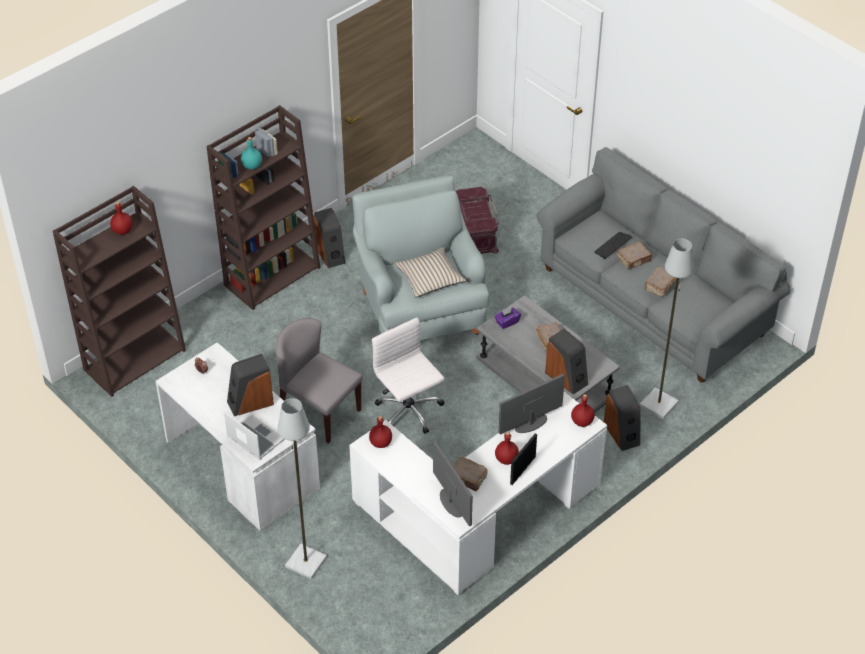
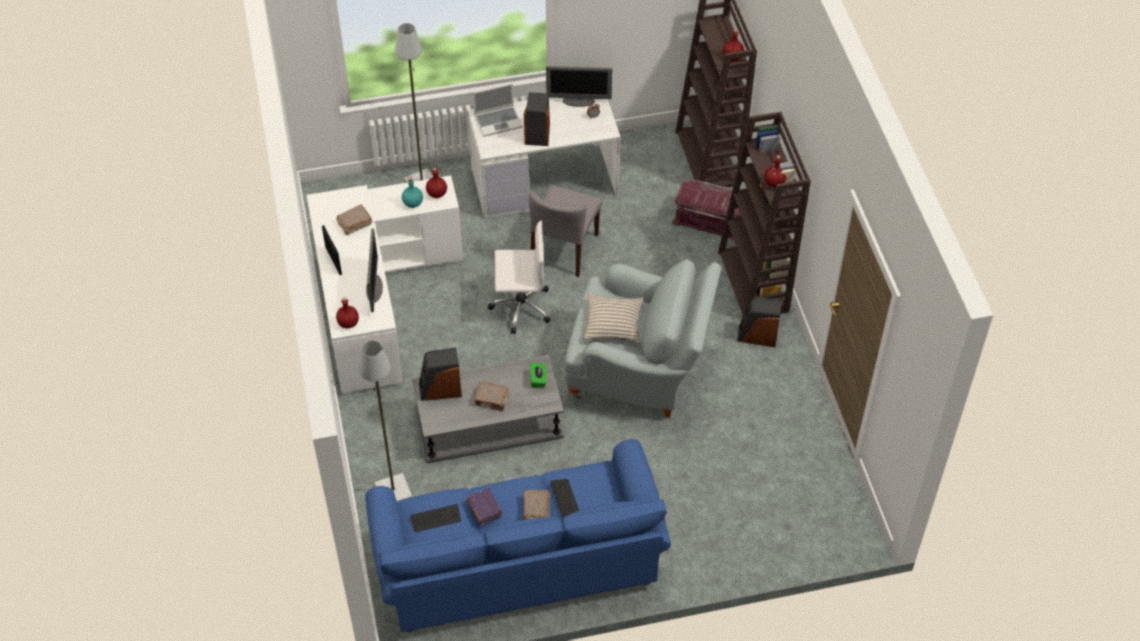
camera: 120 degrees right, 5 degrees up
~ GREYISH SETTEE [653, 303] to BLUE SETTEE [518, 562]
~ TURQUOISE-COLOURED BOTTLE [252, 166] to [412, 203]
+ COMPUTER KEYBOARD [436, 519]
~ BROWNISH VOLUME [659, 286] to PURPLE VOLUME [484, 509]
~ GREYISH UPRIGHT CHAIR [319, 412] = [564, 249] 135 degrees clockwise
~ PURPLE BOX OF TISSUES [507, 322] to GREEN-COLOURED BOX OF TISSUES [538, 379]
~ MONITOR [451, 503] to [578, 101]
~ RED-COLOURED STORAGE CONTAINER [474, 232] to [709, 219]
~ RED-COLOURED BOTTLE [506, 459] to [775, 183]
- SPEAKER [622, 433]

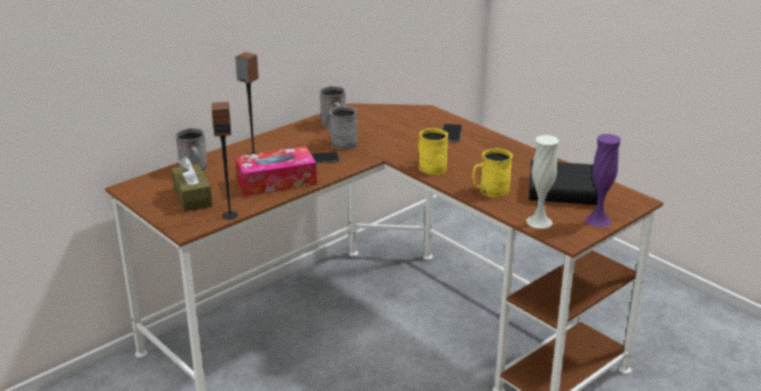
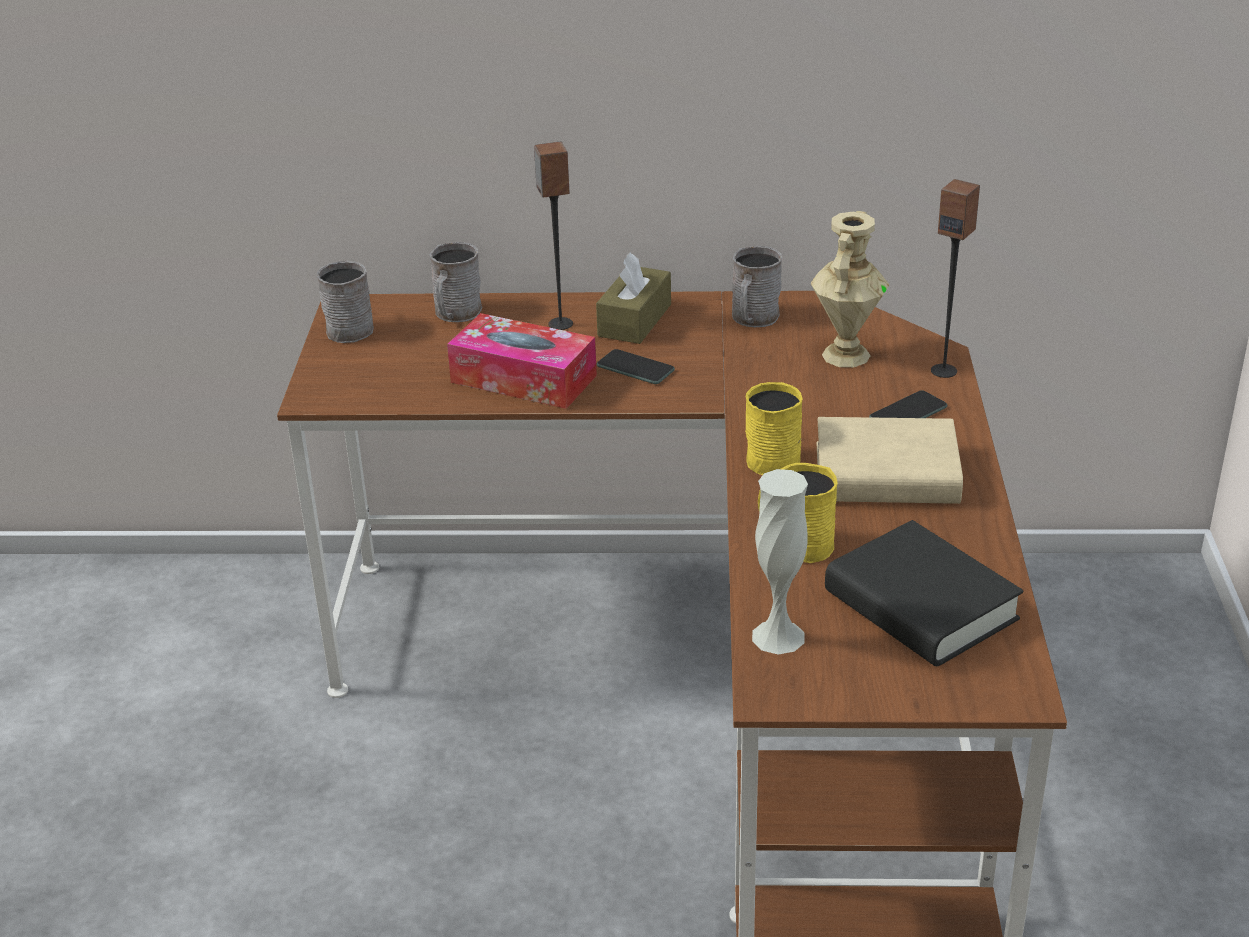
camera: 45 degrees right, 5 degrees up
~ GREYISH TEA MUG [341, 143] to [349, 327]
~ BROWNISH BOX OF TISSUES [192, 197] to [634, 320]
+ BEIGE FLOWER VASE [845, 354]
+ BEIGE VOLUME [886, 474]
~ SPEAKER [230, 215] to [944, 371]
- PURPLE FLOWER VASE [598, 220]

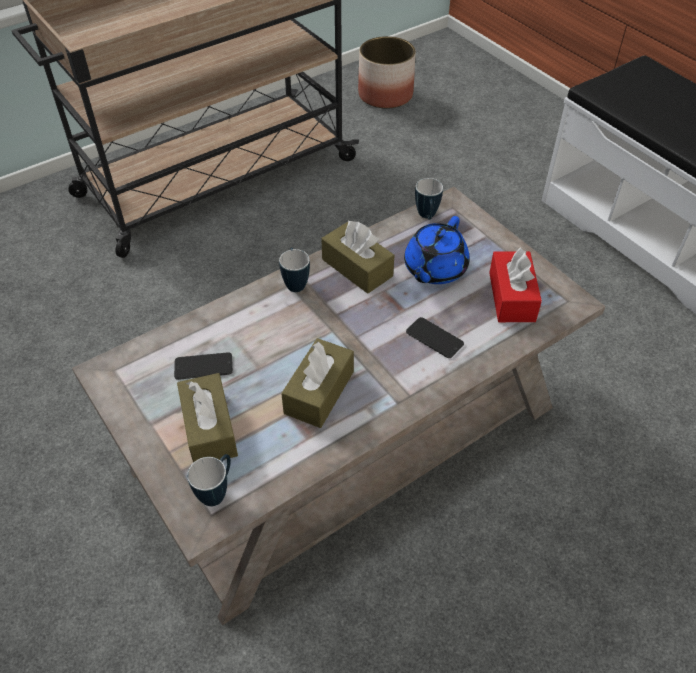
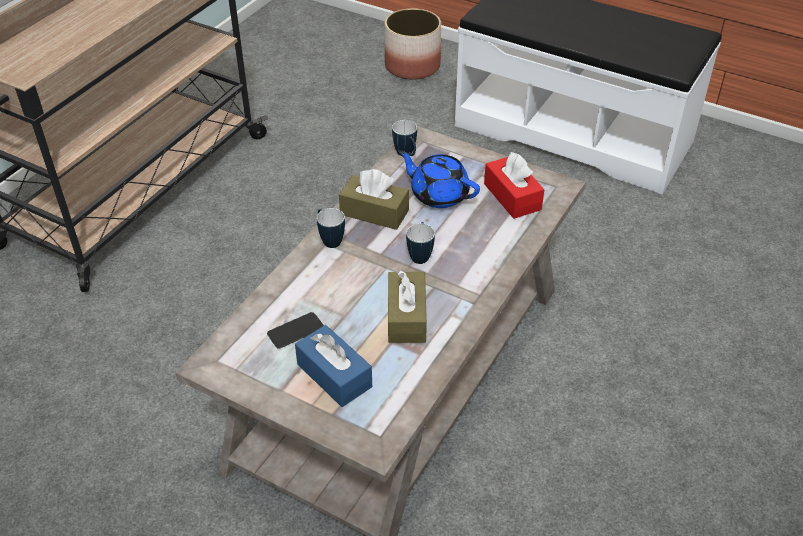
camera: 25 degrees left, 5 degrees down
~ BROWNISH BOX OF TISSUES [209, 428] to BLUE BOX OF TISSUES [334, 375]
~ PLANTER [385, 95] to [412, 66]
~ BLUE POT FOR TEA [434, 269] = [438, 194] 120 degrees clockwise
~ TEA MUG [217, 491] to [420, 255]
- PHONE [434, 338]

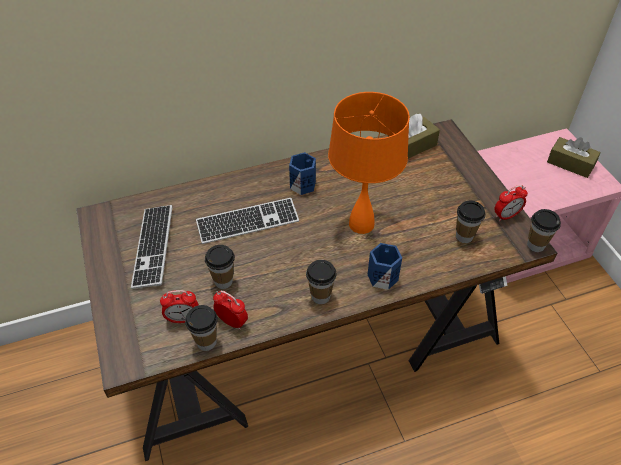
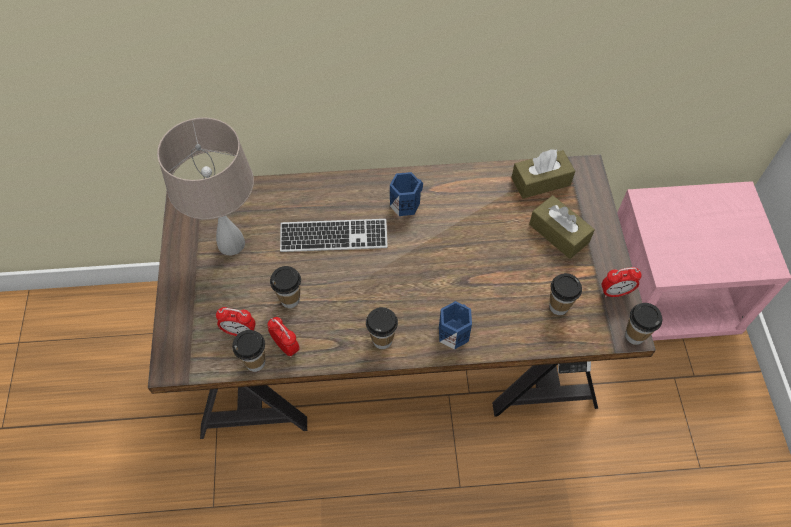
camera: 15 degrees right, 10 degrees up
~ COMPUTER KEYBOARD [153, 247] to BEIGE TABLETOP LAMP [231, 244]
~ BROWNISH BOX OF TISSUES [570, 164] to [559, 233]
- ORANGEY TABLETOP LAMP [361, 224]

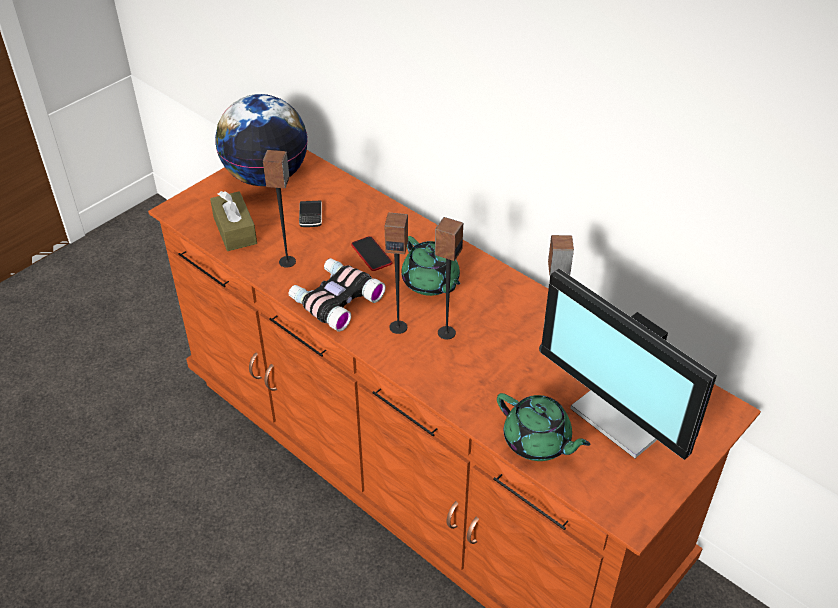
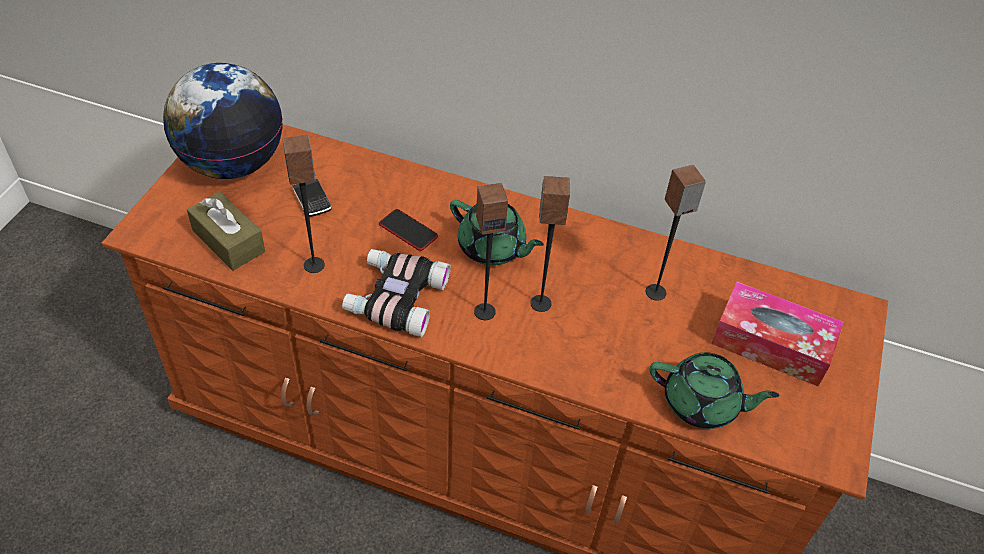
camera: 25 degrees left, 5 degrees up
~ MONITOR [627, 415] to BOX OF TISSUES [771, 344]

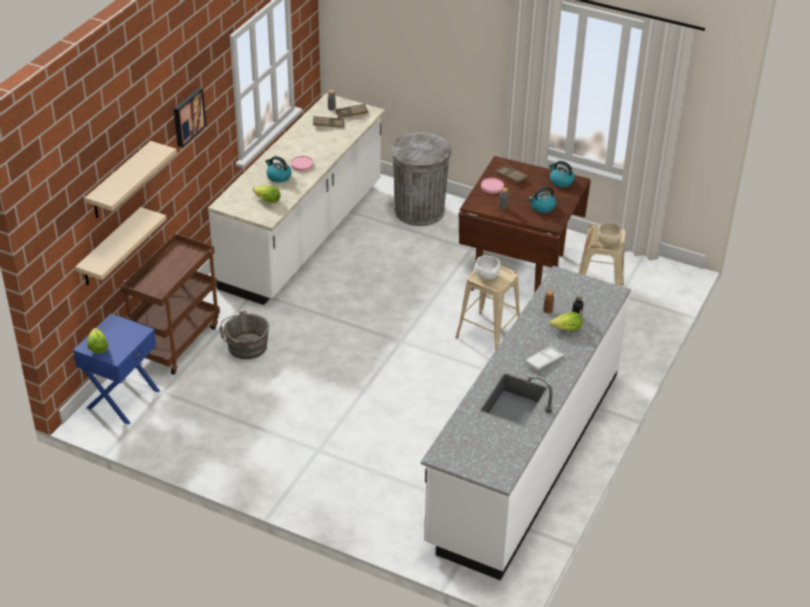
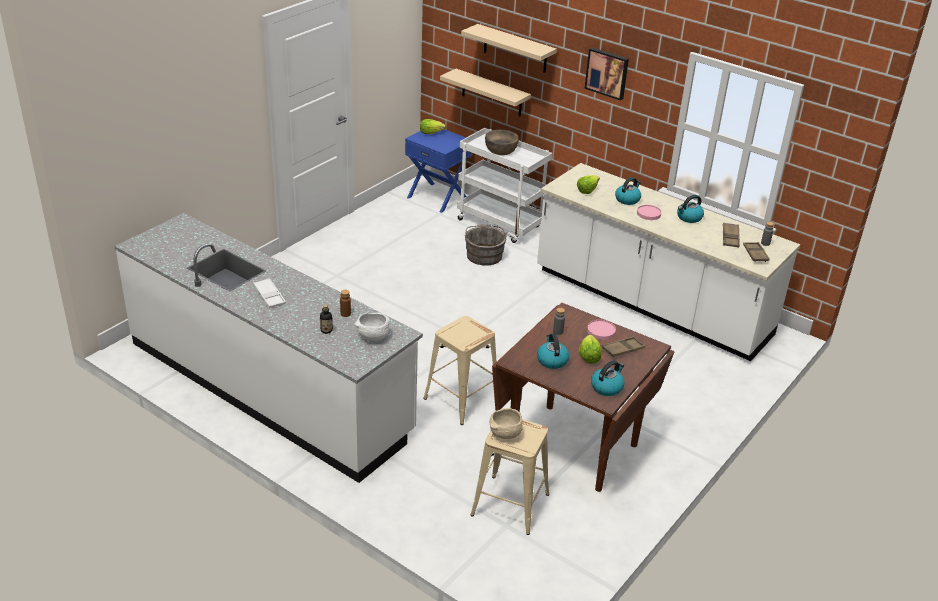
camera: 100 degrees right, 5 degrees down
~ WHITE-COLOURED SERVING BOWL [487, 276] to [372, 337]
~ BROWNISH WHEELED CART [176, 341] to WHITE-COLOURED WHEELED CART [501, 224]
+ BROWNISH SERVING BOWL [501, 149]
~ LETTUCE HEAD [567, 329] to [588, 356]
+ TEA KETTLE [689, 218]
- GREYISH TRASH CAN [420, 211]

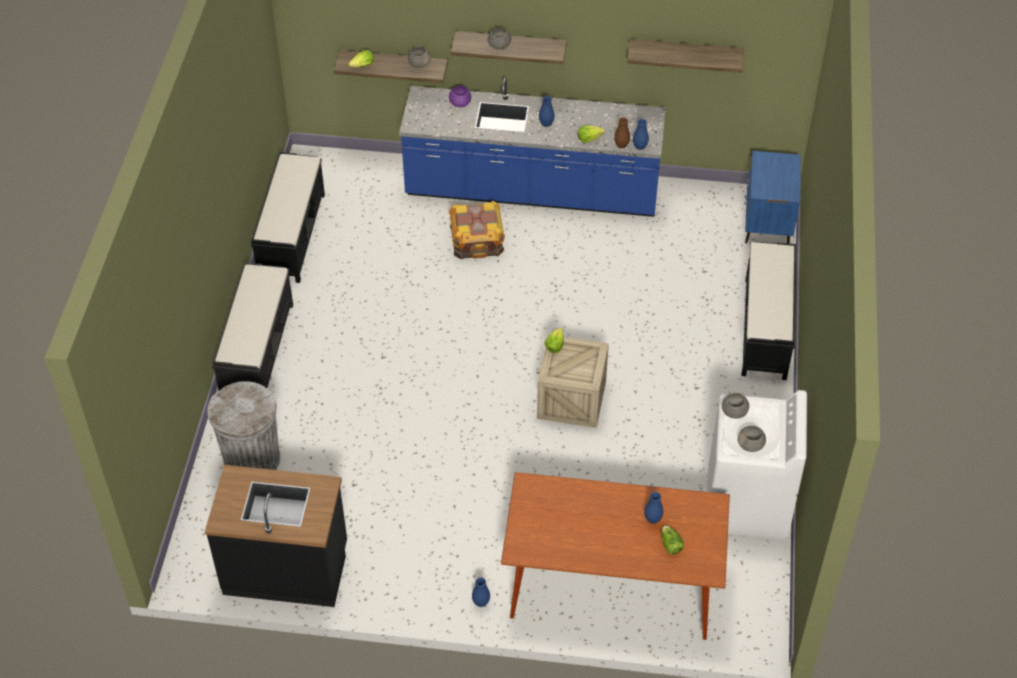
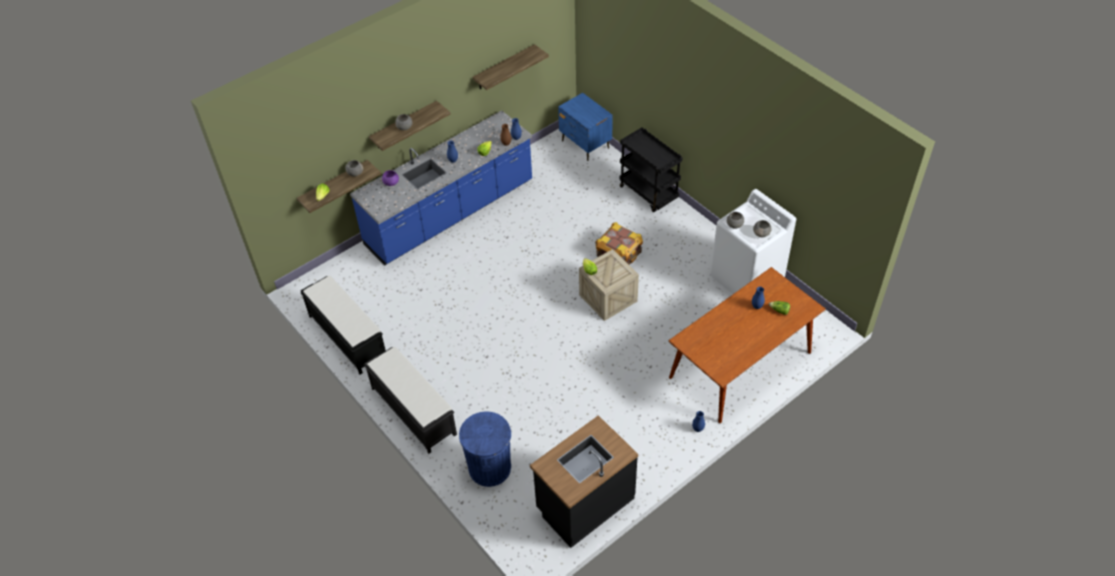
camera: 45 degrees left, 0 degrees up
~ GREYISH TRASH CAN [252, 459] to BLUE TRASH CAN [490, 467]
~ SHIPPING CRATE [476, 240] to [618, 253]
~ BLACK-COLOURED BENCH [765, 329] to BLACK-COLOURED WHEELED CART [649, 193]

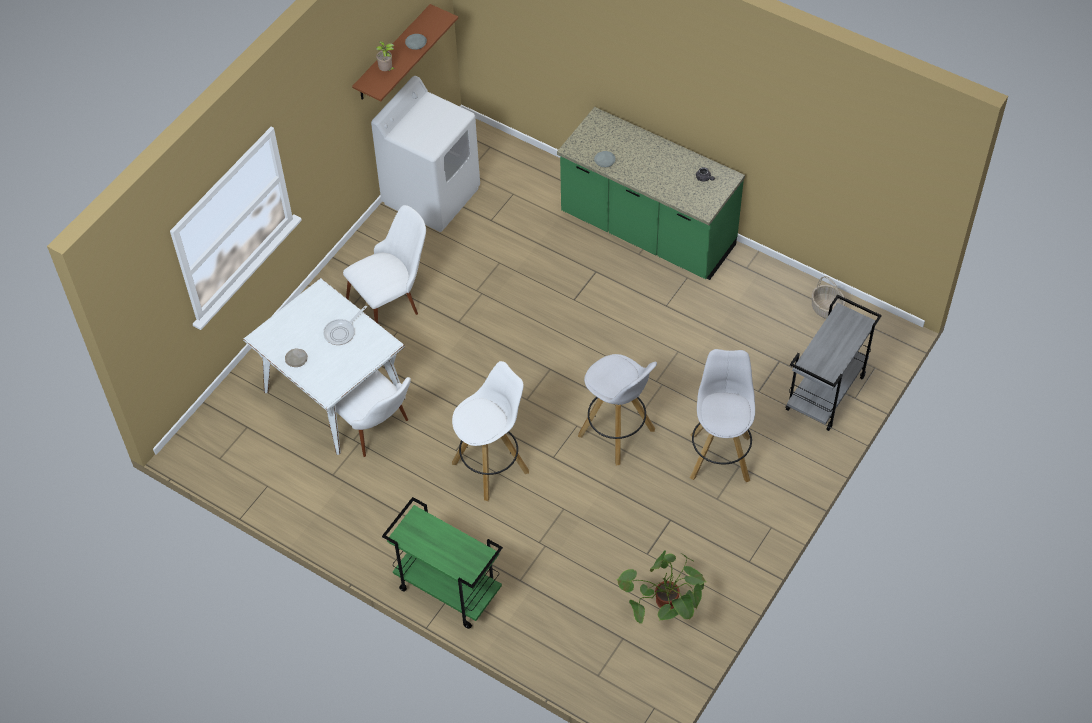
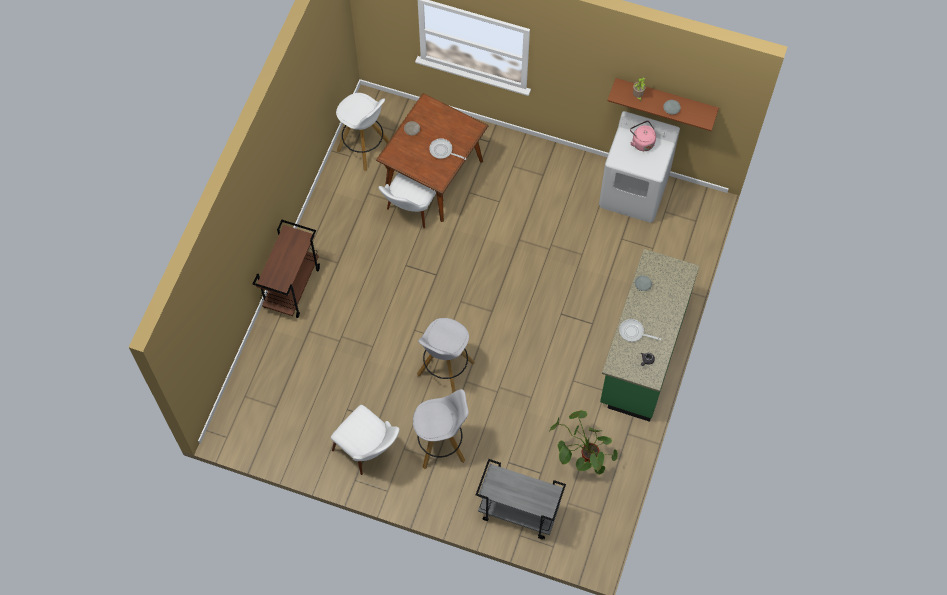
camera: 75 degrees right, 10 degrees up
~ GREEN-COLOURED WHEELED CART [447, 590] to BROWNISH WHEELED CART [292, 287]
~ WHITE-COLOURED UPRIGHT CHAIR [392, 301] to [370, 452]
~ WHITE-COLOURED SITTING STOOL [491, 466] to [365, 147]
~ WHITE-COLOURED DINING TABLE [335, 395] to BROWNISH DINING TABLE [434, 176]
~ PLANT IN A POT [664, 611] to [581, 456]
+ SKILLET [633, 332]
+ PINK-COLOURED TEA KETTLE [642, 142]
- STORAGE BASKET [827, 308]

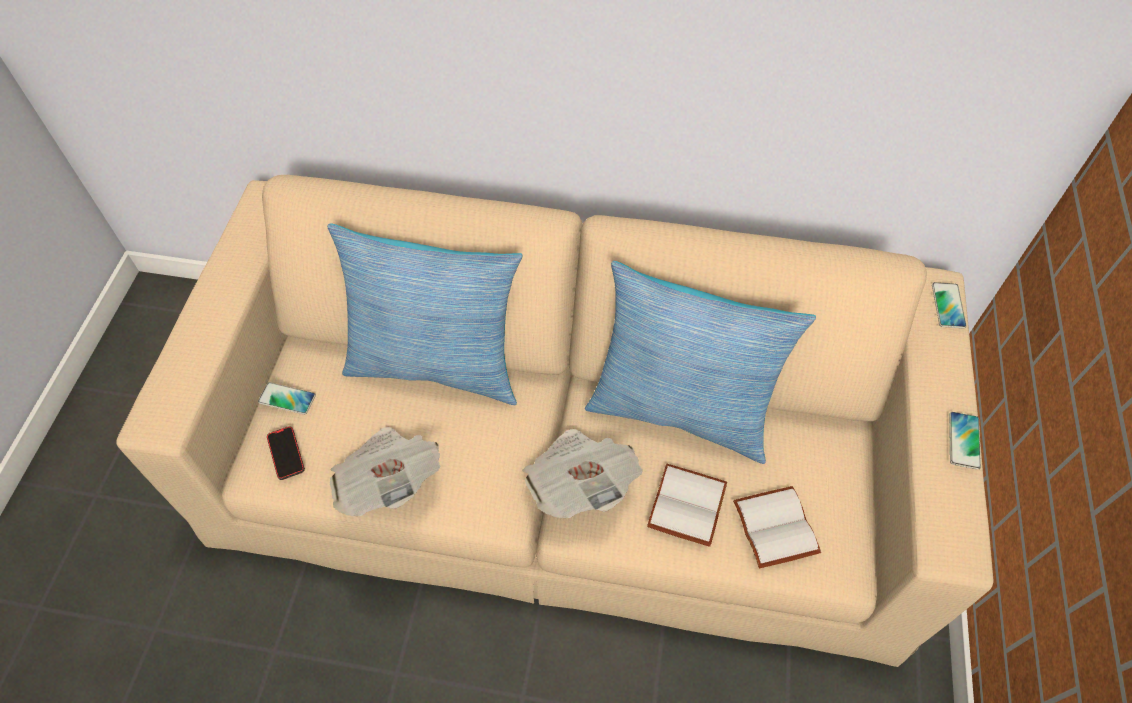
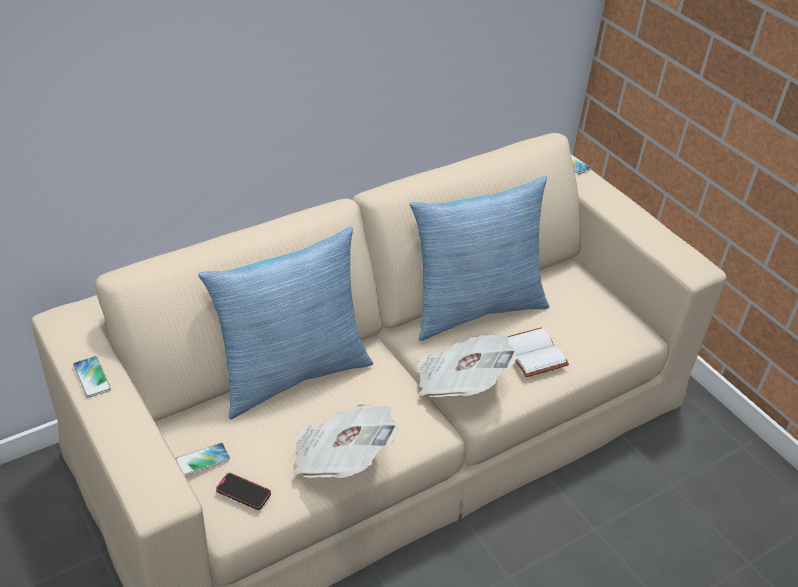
camera: 45 degrees left, 15 degrees down
~ PHONE [964, 441] to [92, 377]
- WHITE-COLOURED VOLUME [772, 526]

